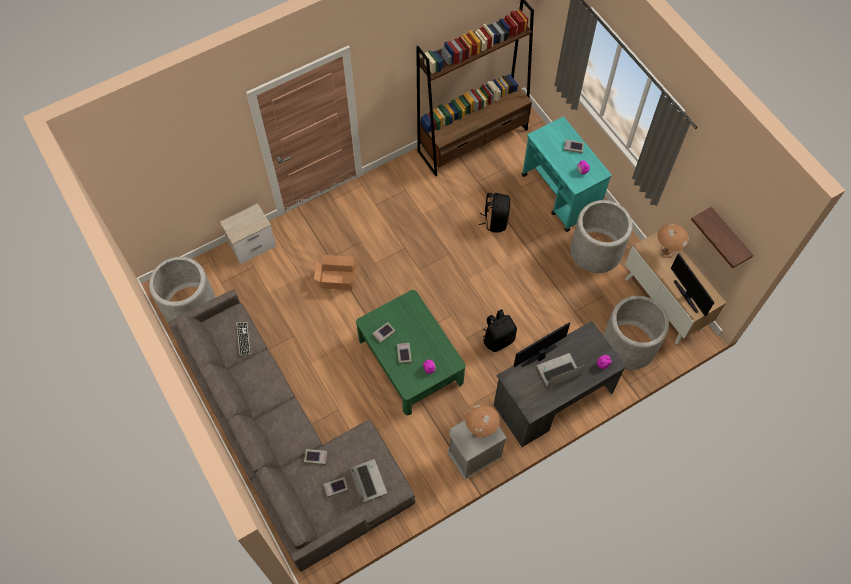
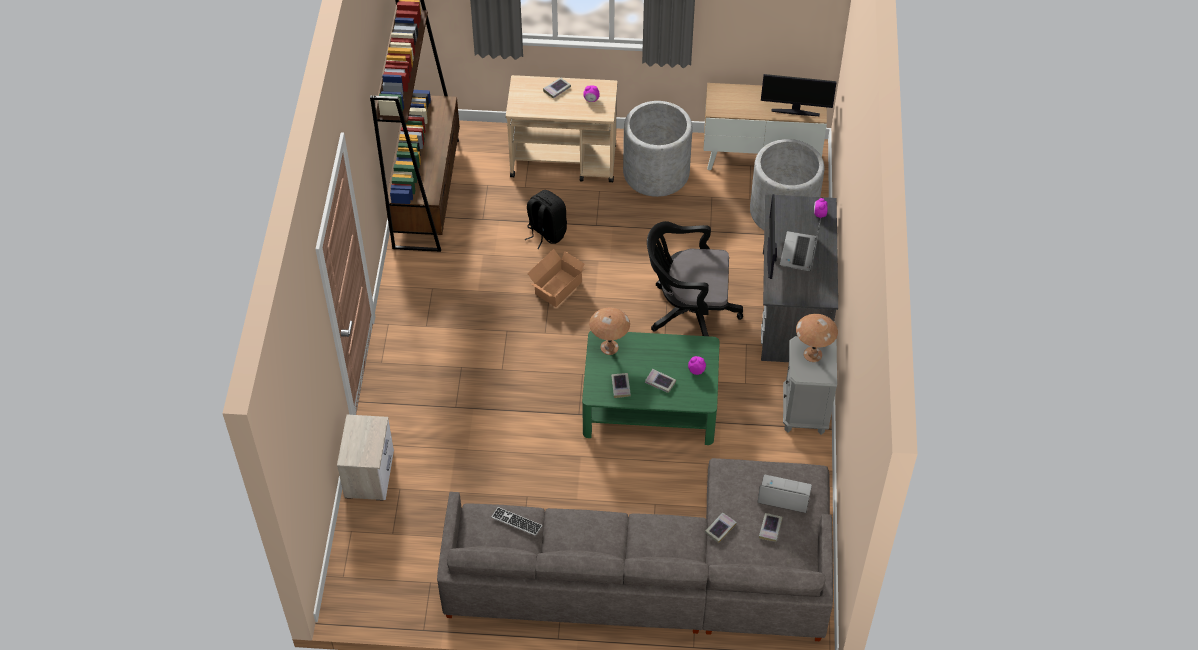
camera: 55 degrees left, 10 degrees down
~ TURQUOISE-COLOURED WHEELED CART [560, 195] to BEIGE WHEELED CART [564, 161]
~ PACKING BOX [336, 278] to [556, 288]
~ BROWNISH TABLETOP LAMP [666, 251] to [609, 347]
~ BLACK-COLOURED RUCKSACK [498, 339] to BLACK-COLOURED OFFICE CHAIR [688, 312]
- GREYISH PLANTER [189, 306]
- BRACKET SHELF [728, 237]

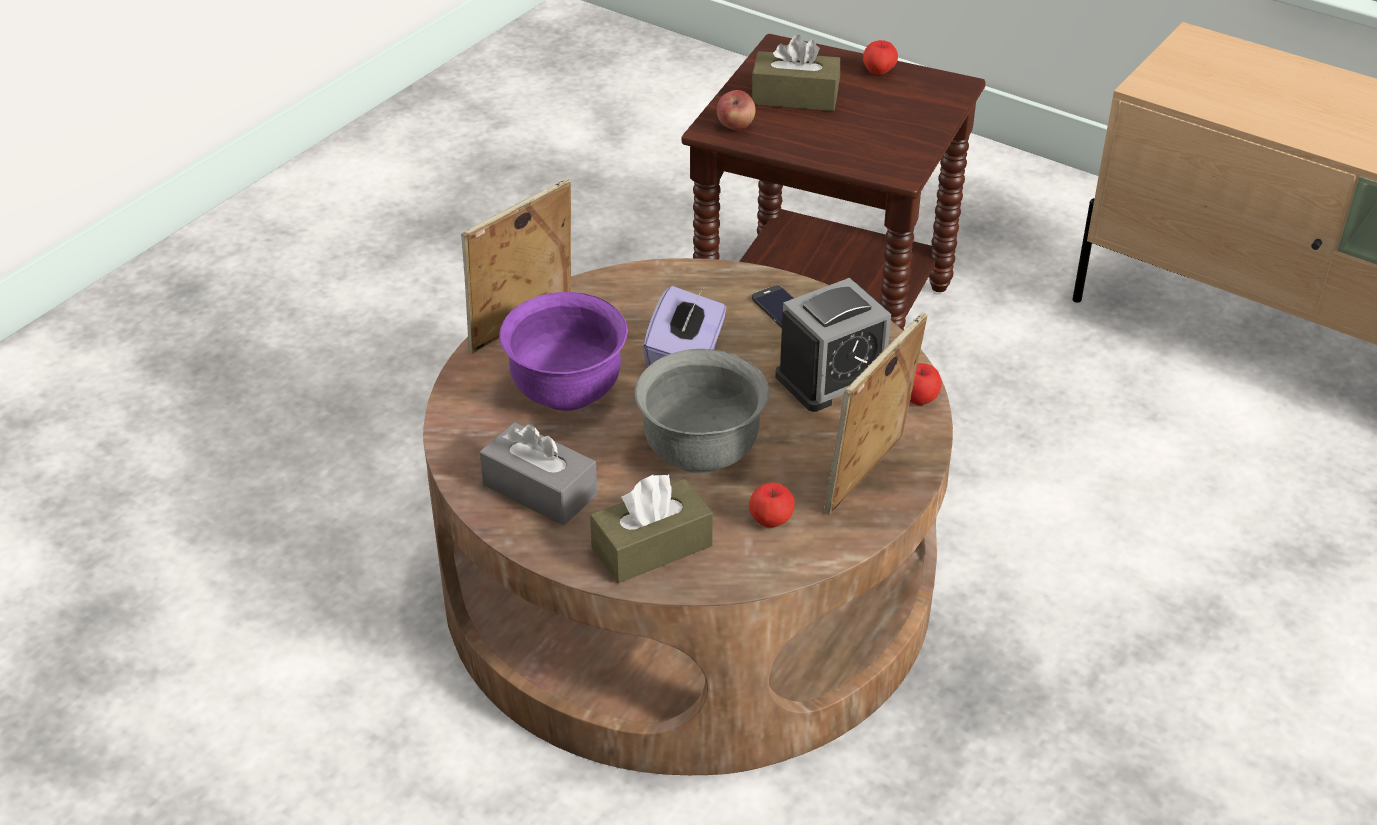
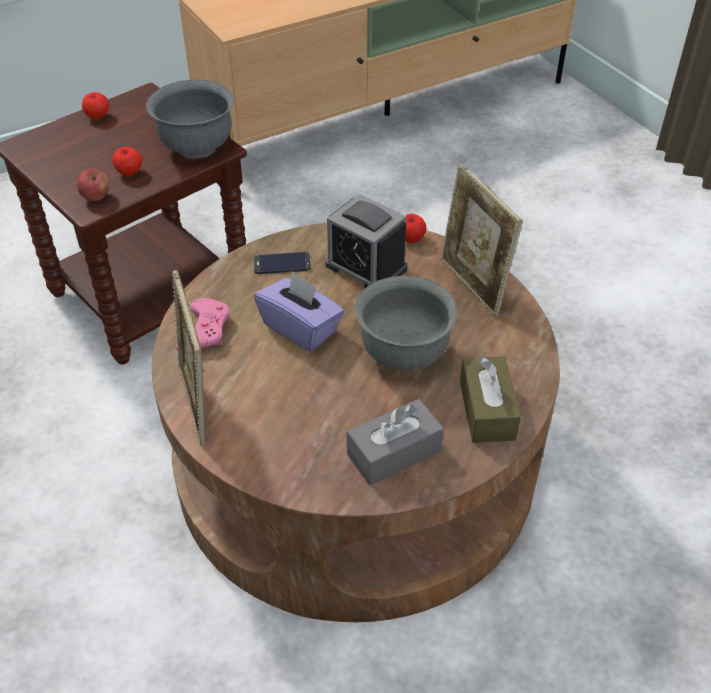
camera: 65 degrees left, 5 degrees up
~ WHOLE APPLE [771, 521] to [129, 172]
+ GREYISH SERVING BOWL [196, 147]
+ PINK-COLOURED GAME CONTROLLER [205, 330]
~ BEDSIDE CLOCK [832, 377] = [366, 267] 135 degrees clockwise
- PURPLE SERVING BOWL [566, 392]
- BROWNISH BOX OF TISSUES [795, 97]

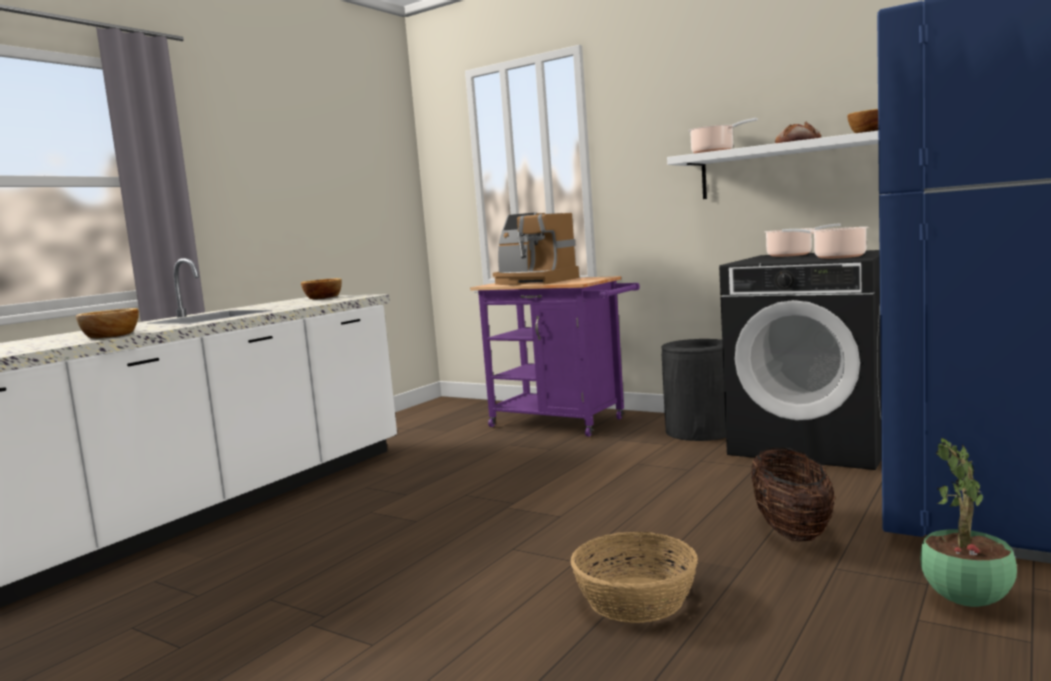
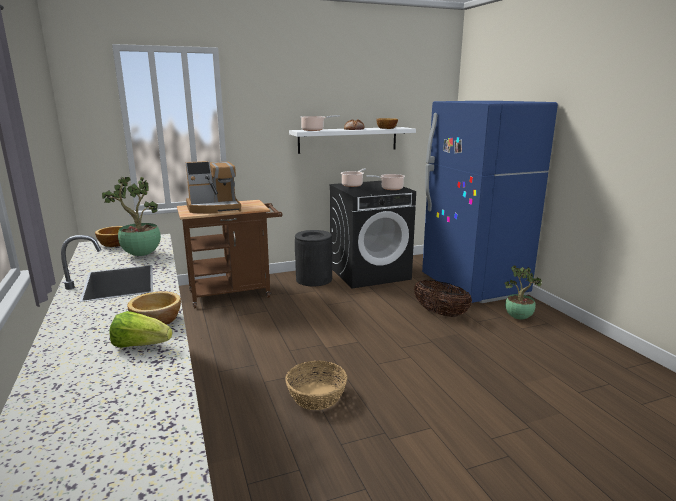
camera: 55 degrees left, 10 degrees up
+ PLANT IN A POT [140, 255]
+ LETTUCE HEAD [140, 345]
~ PURPLE WHEELED CART [564, 423] to BROWNISH WHEELED CART [235, 293]
~ STORAGE BASKET [636, 599] to [316, 395]

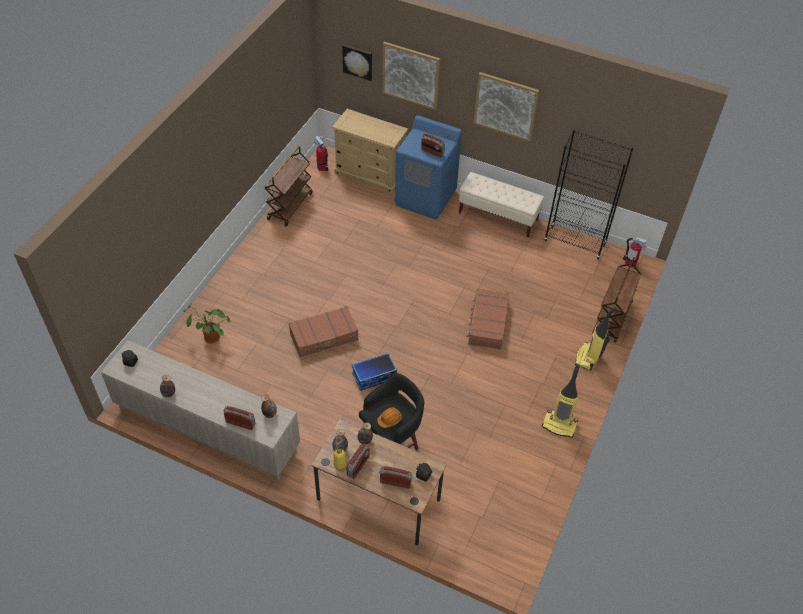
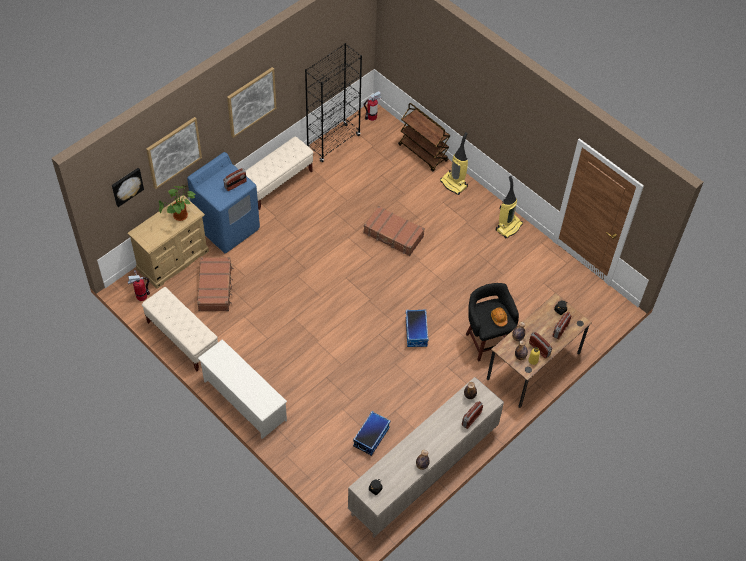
camera: 70 degrees left, 5 degrees up
~ BROWNISH WHEELED CART [290, 206] to BEIGE BENCH [182, 338]
~ PLANT IN A POT [210, 338] to [180, 217]
~ BROWNISH TRAVEL CASE [324, 336] to [215, 288]
+ WHITE-COLOURED SHOE RACK [244, 400]
+ STORAGE CONTAINER [371, 437]

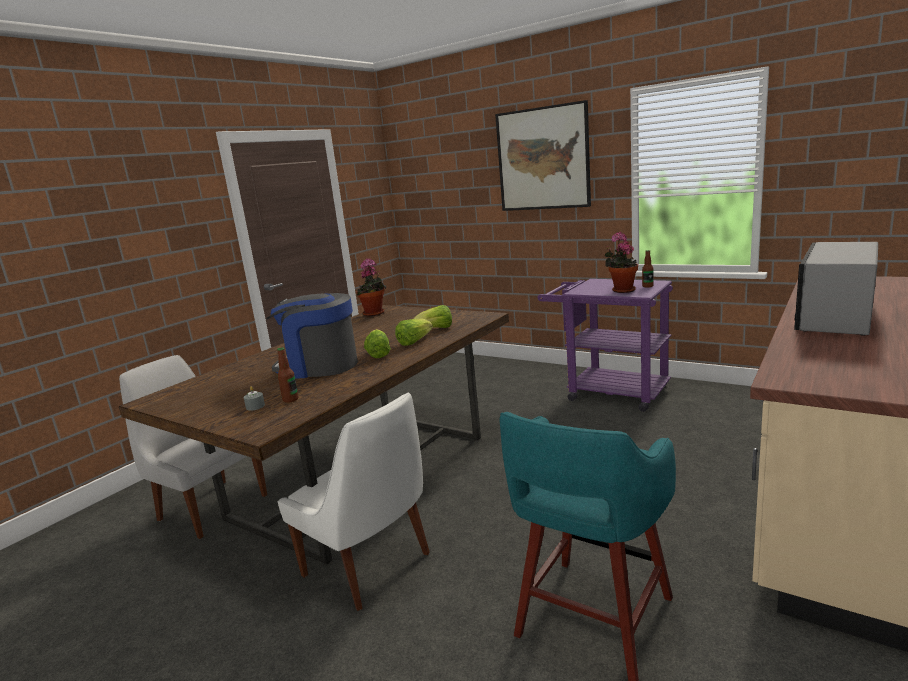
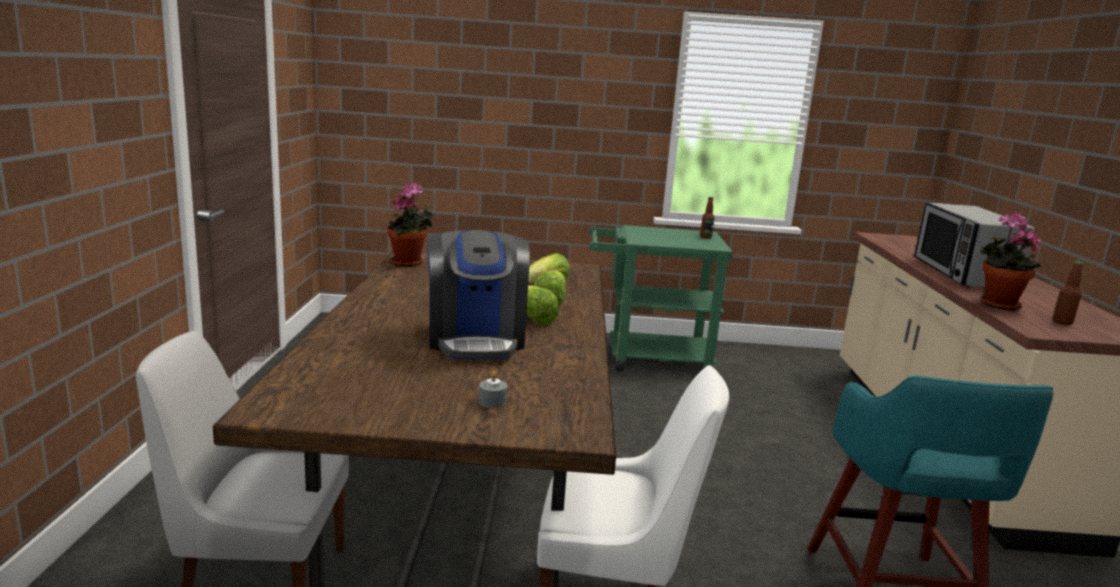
camera: 35 degrees left, 0 degrees up
~ COFFEE MACHINE [319, 366] = [476, 339] 75 degrees counterclockwise
~ PURPLE WHEELED CART [608, 392] to GREEN-COLOURED WHEELED CART [647, 359]
~ PLANT IN A POT [621, 290] to [996, 305]
~ BOTTLE [290, 399] to [1062, 322]
- WALL PICTURE [543, 159]

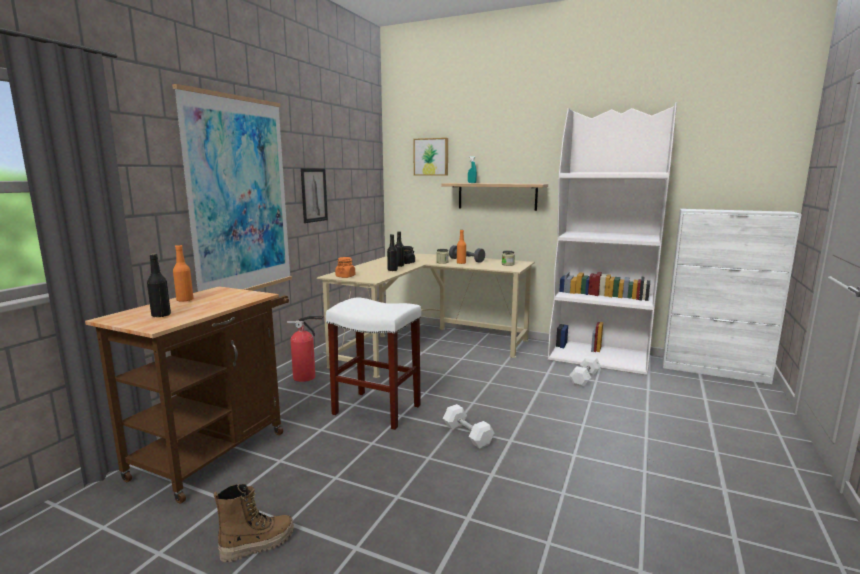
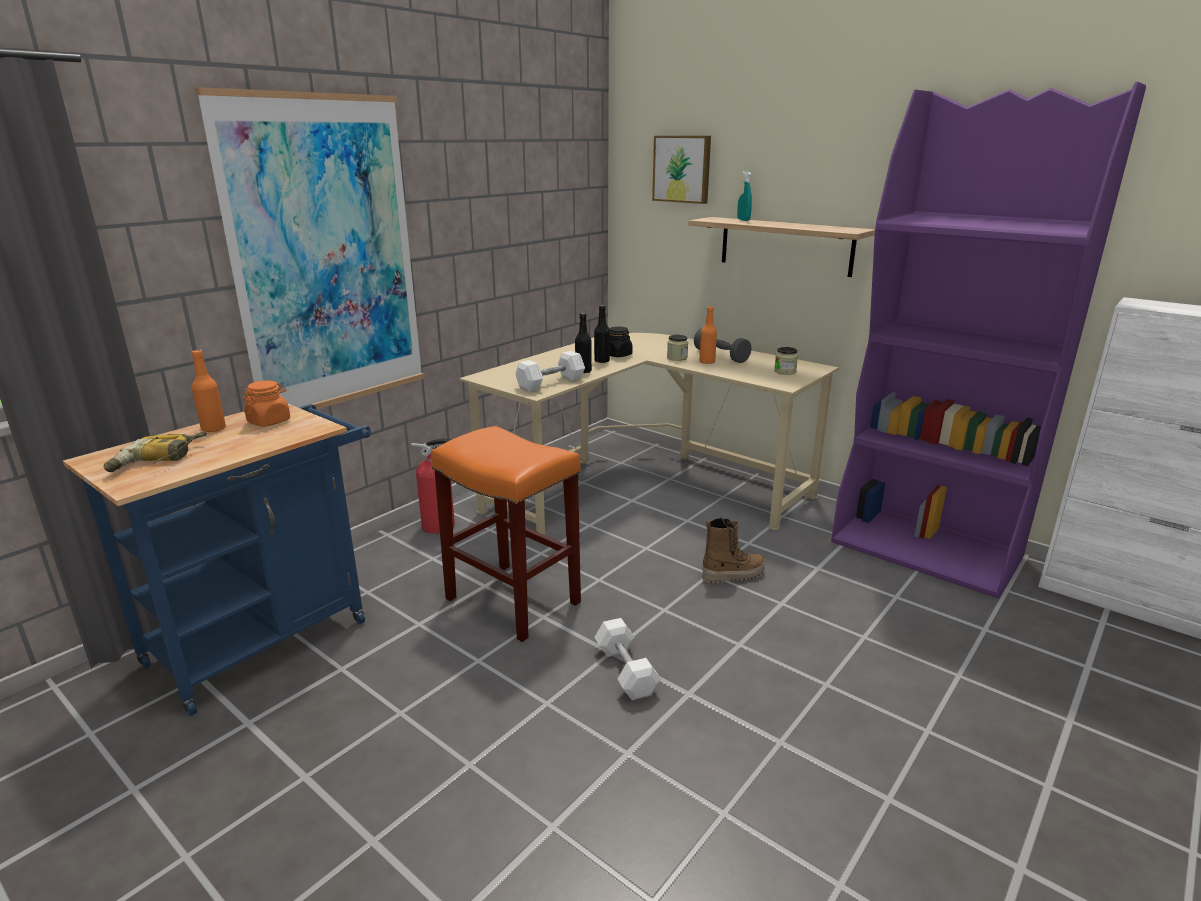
camera: 15 degrees right, 10 degrees up
~ BROWNISH WHEELED CART [216, 450] to BLUE WHEELED CART [270, 635]
~ BLACK-COLOURED BOTTLE [161, 315] to POWER DRILL [158, 460]
~ ORANGEY PRESERVE JAR [345, 276] to [269, 421]
~ WHITE-COLOURED SITTING STOOL [375, 410] to ORANGEY SITTING STOOL [511, 600]
~ WHITE-COLOURED DUMBBELL [584, 378] to [551, 383]
~ TALL BOOT [258, 544] to [733, 575]
~ WHITE-COLOURED BOOKSHELF [599, 358] to PURPLE BOOKSHELF [927, 549]
- WALL PICTURE [314, 195]

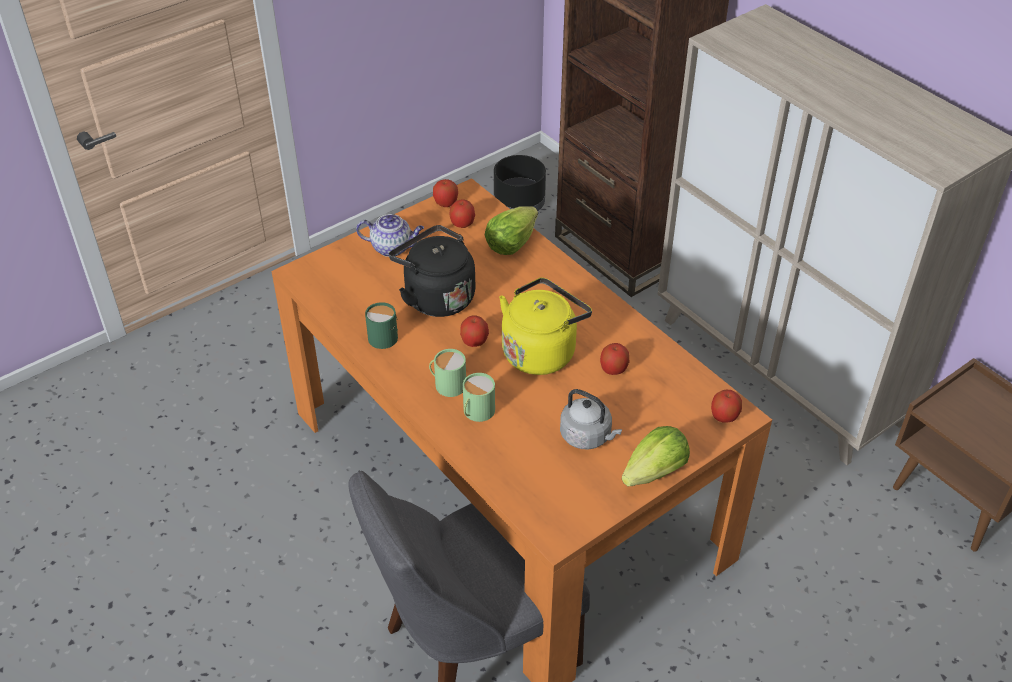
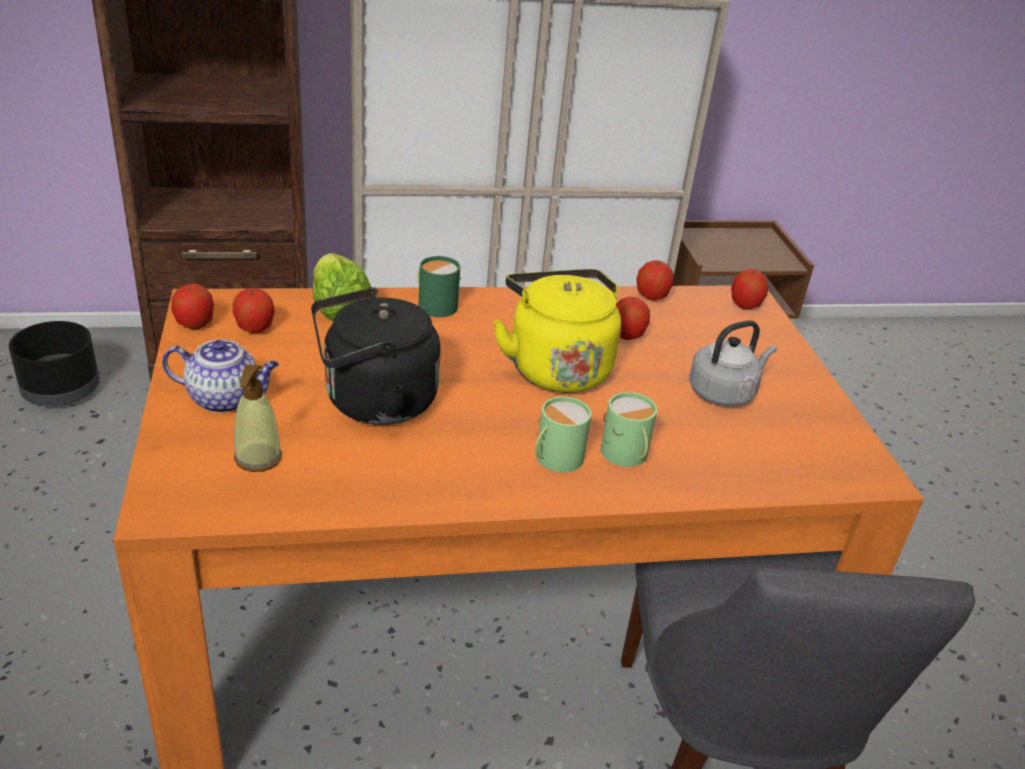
camera: 65 degrees left, 10 degrees down
~ POT FOR TEA [392, 248] = [226, 399] 60 degrees clockwise
+ LIQUID SOAP BOTTLE [258, 458]
~ GREEN-COLOURED TEA MUG [384, 335] to [435, 304]
~ WHOLE APPLE [474, 341] to [651, 297]
- LETTUCE HEAD [655, 472]

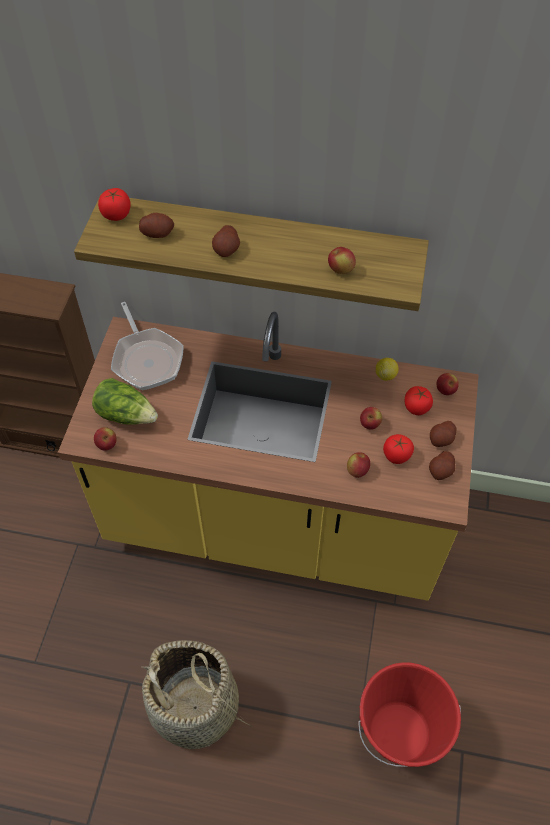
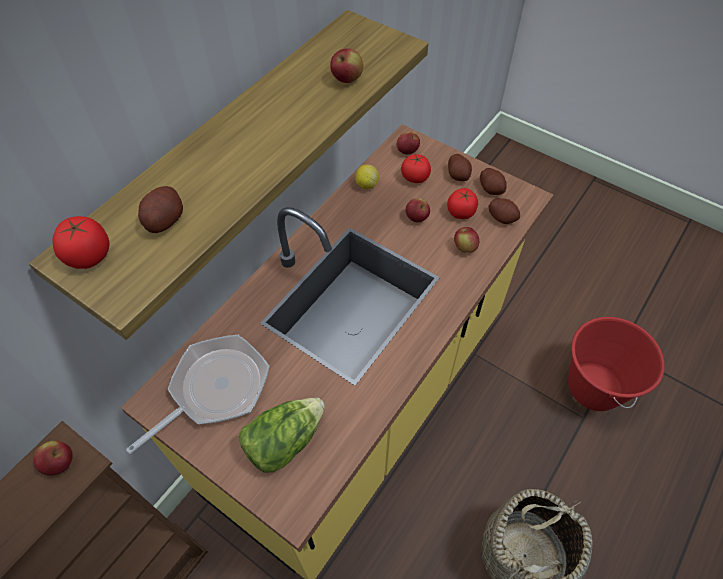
camera: 65 degrees left, 0 degrees up
~ WHOLE APPLE [107, 445] to [60, 463]
~ SKILLET [147, 359] = [214, 389] 45 degrees counterclockwise
~ SPUD [226, 250] to [502, 217]

